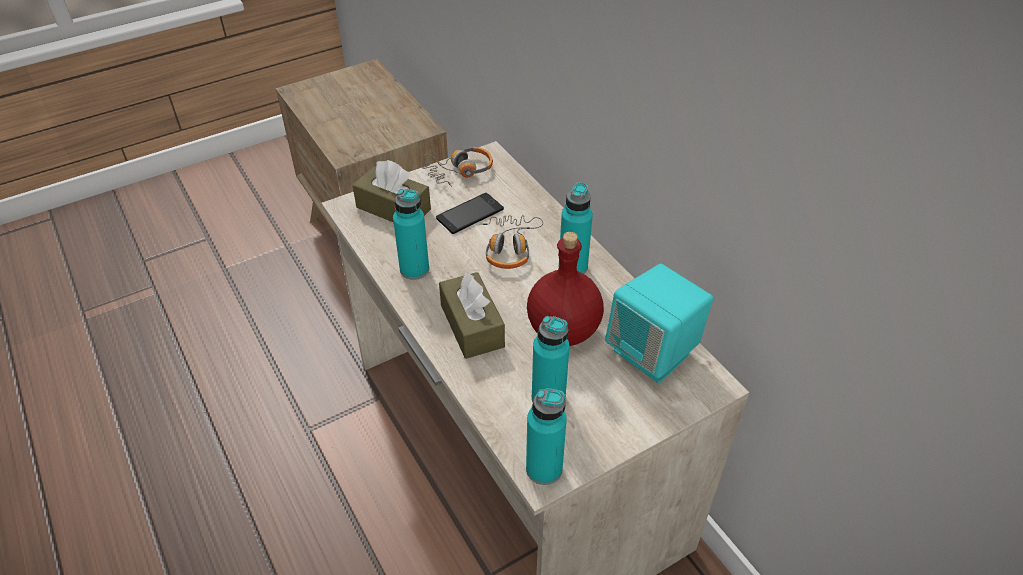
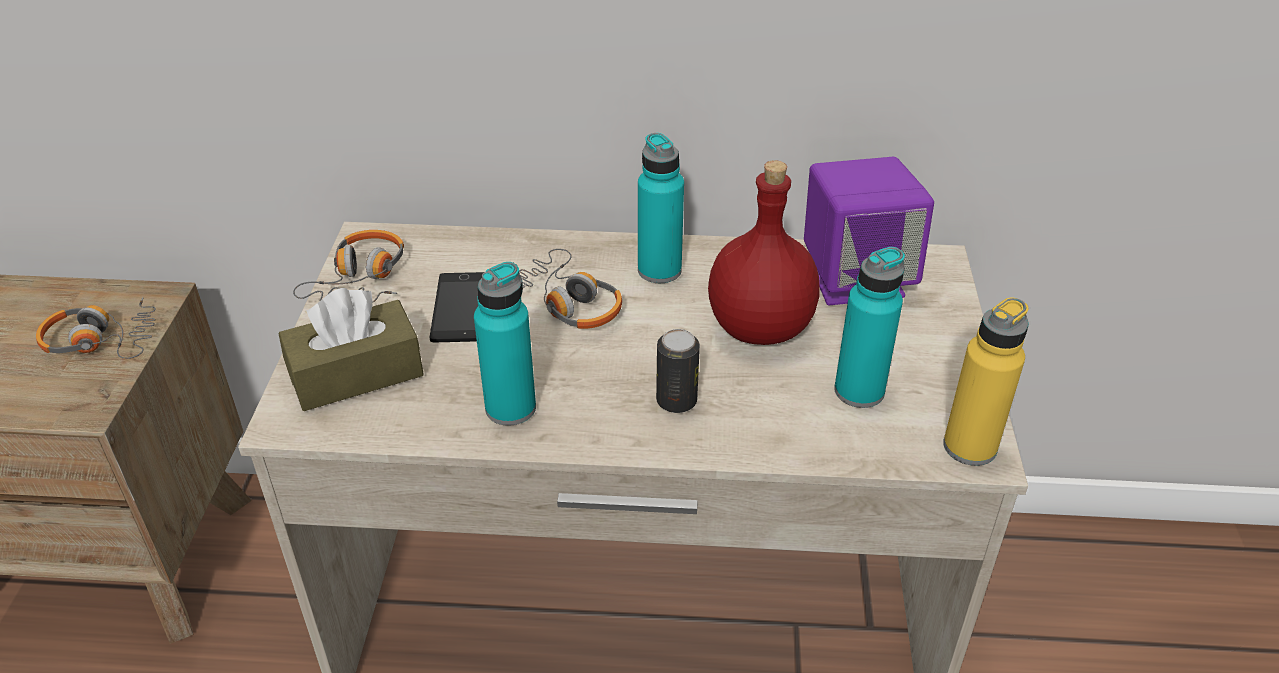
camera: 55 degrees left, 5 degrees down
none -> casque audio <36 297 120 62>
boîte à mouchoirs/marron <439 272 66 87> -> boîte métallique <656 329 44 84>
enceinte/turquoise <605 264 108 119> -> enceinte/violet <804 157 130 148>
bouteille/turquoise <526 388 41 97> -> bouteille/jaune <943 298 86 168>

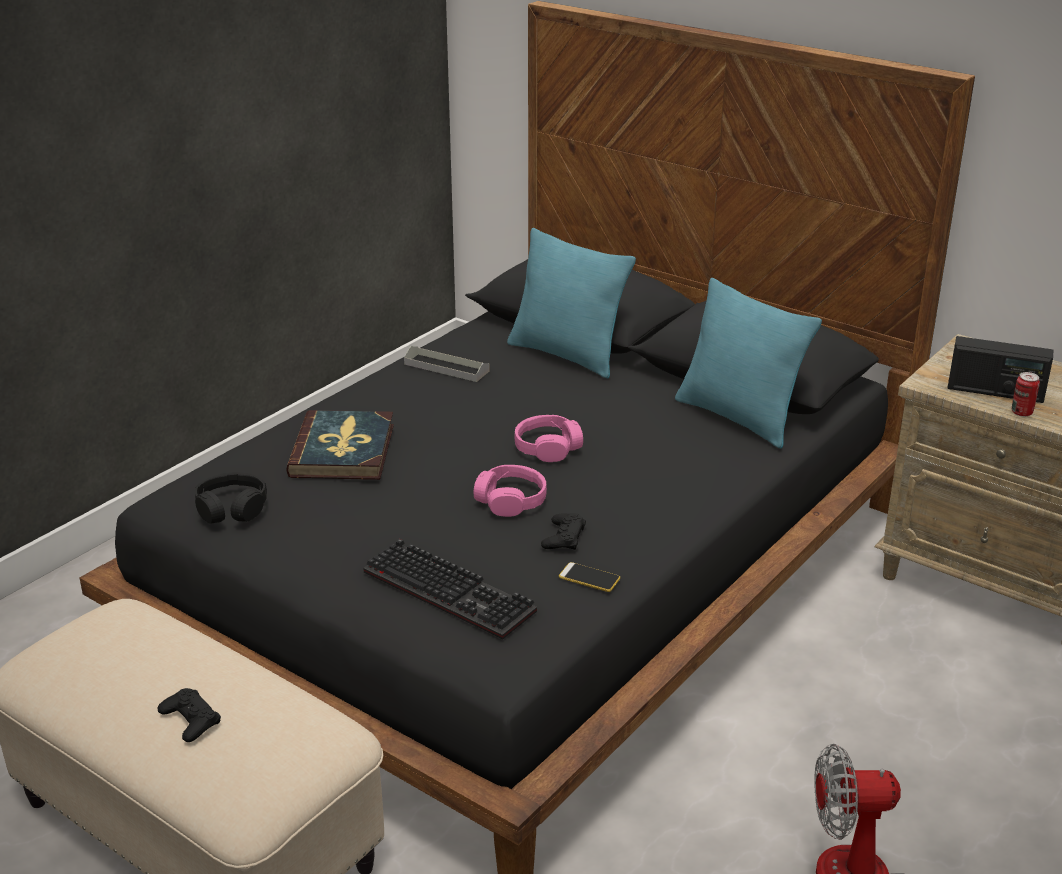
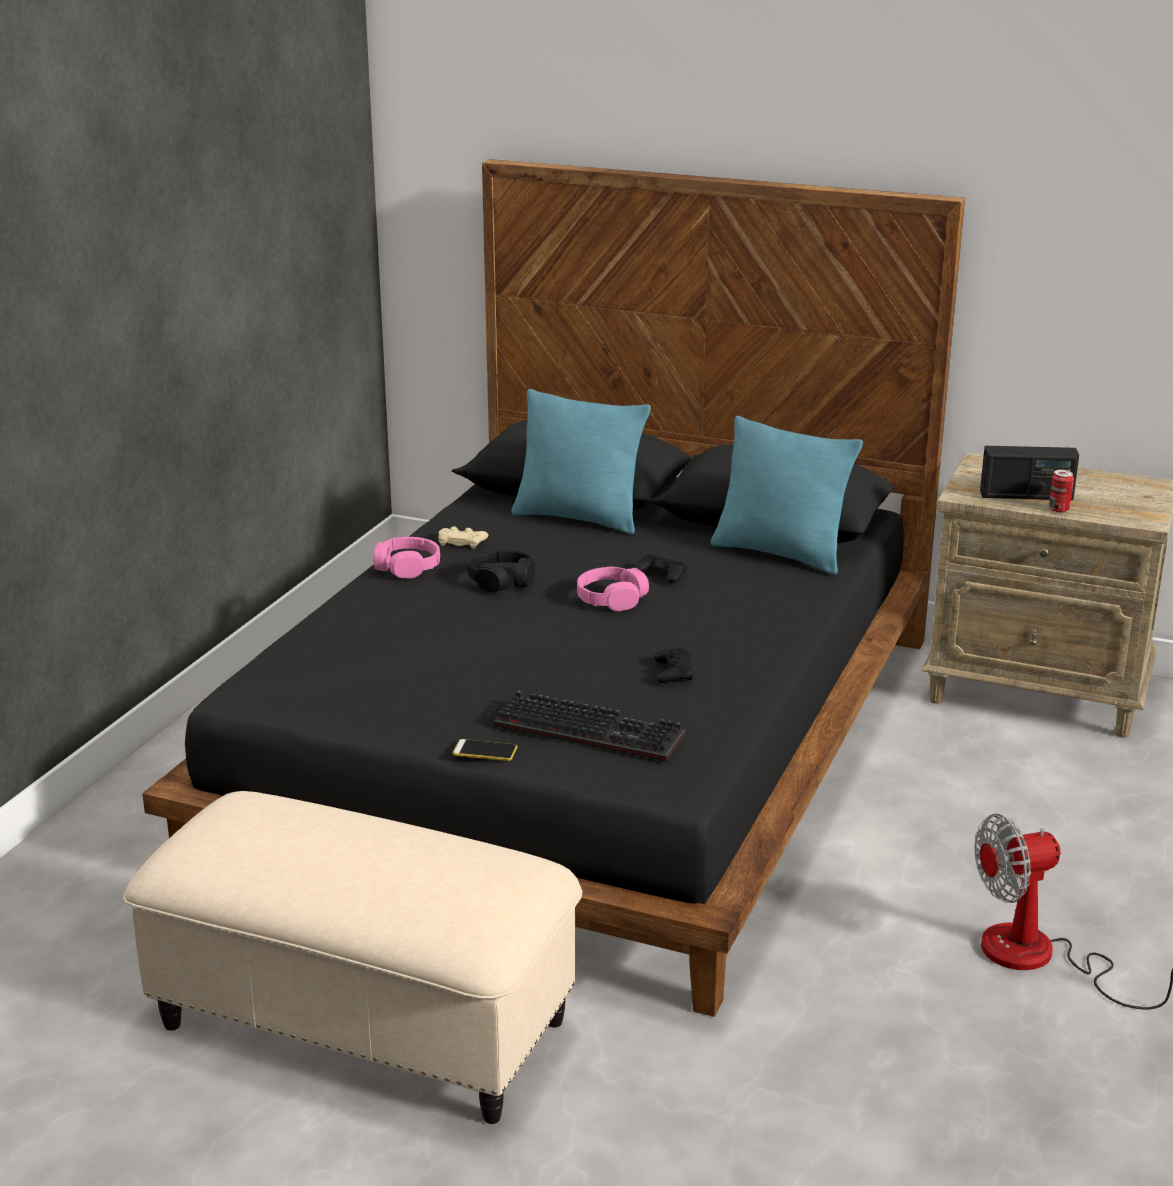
camera: 15 degrees left, 5 degrees down
casque audio/rose <474 465 73 52> -> casque audio/rose <373 537 67 42>, relocated
plateau/gris <404 346 86 36> -> manette/beige <438 526 50 23>
téléphone <559 562 61 30> -> téléphone <453 739 64 22>, relocated
casque audio/noir <195 472 72 52> -> casque audio/noir <468 550 67 42>, relocated
manette/noir <158 688 63 54> -> manette/noir <634 554 53 29>, relocated
livre <286 410 108 70> -> none

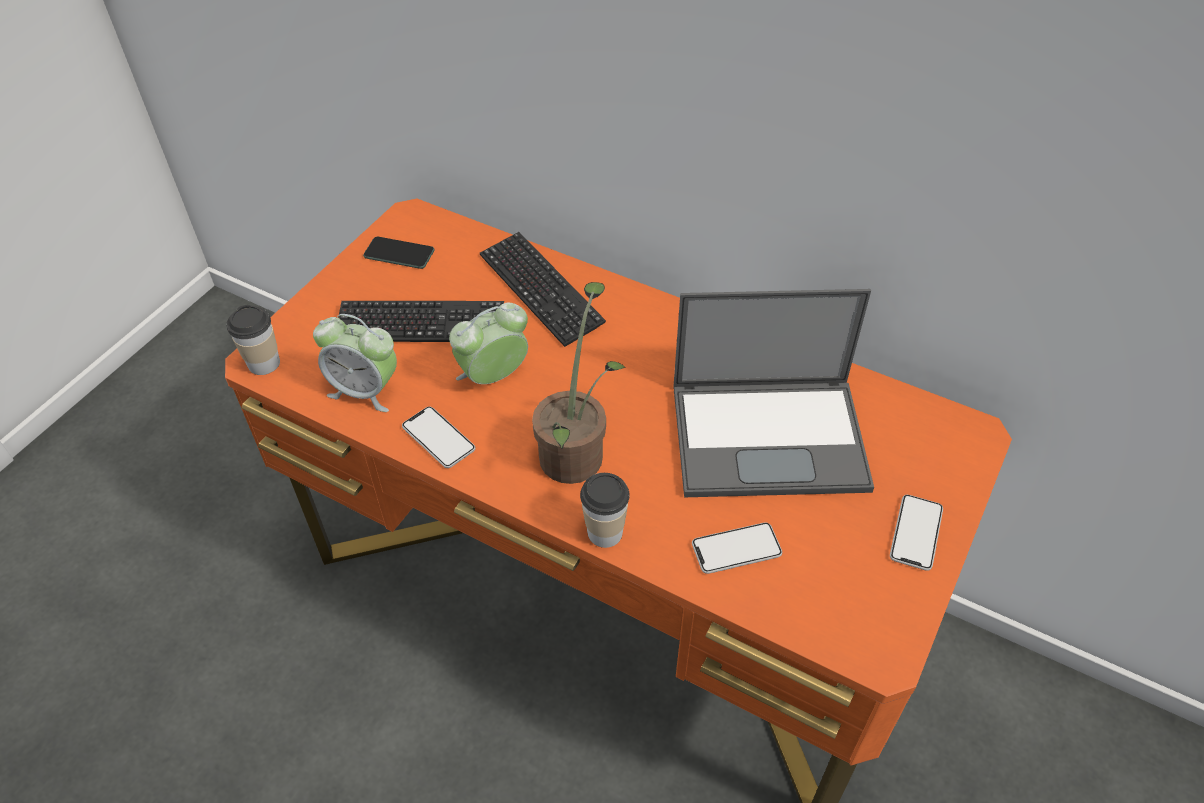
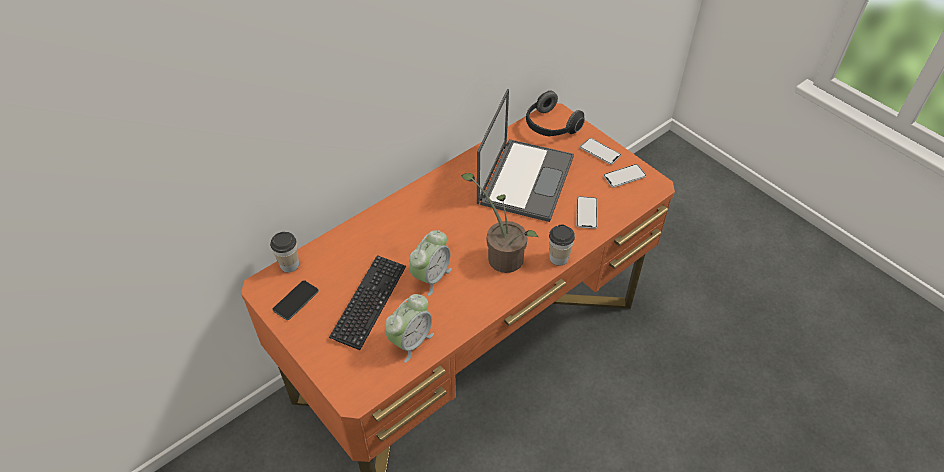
camera: 70 degrees left, 0 degrees up
tasse <227 305 53 70> -> tasse <270 232 29 41>, relocated
réveil <449 303 79 81> -> réveil <409 230 43 66>, 135 degrees counterclockwise
none -> casque audio <526 91 59 46>
téléphone <402 407 74 61> -> téléphone <603 164 43 24>, relocated
clavier <480 232 126 115> -> none

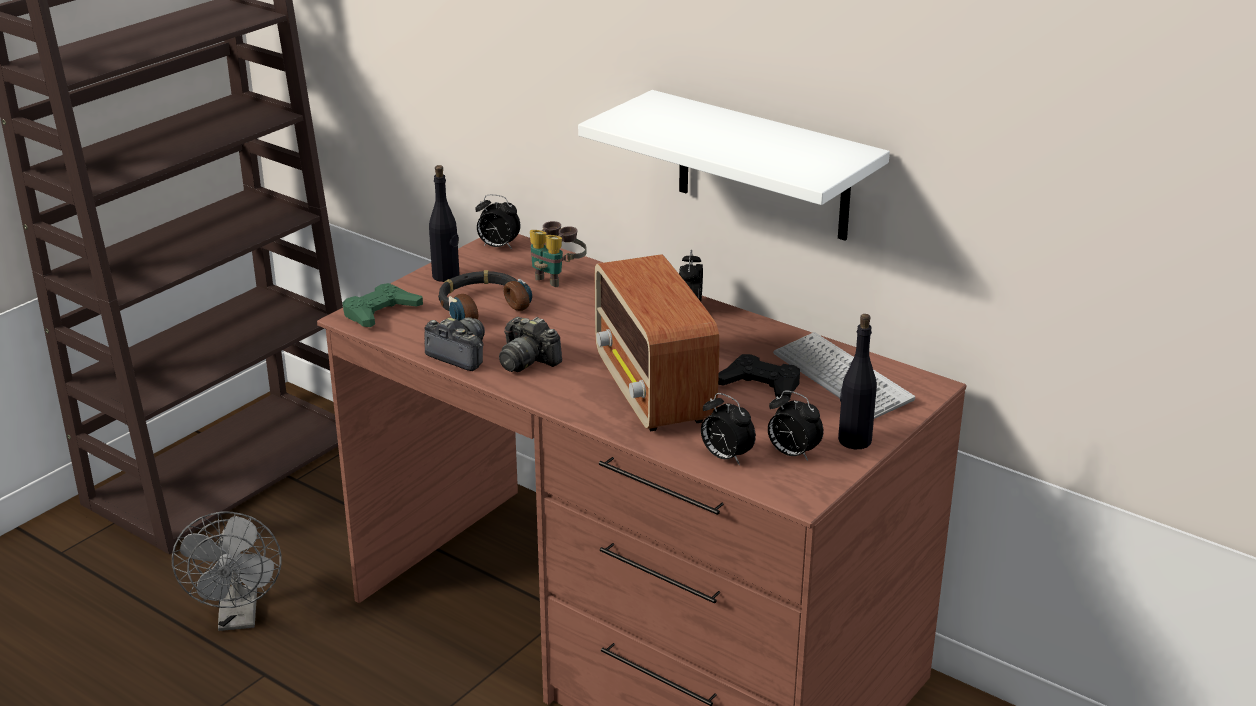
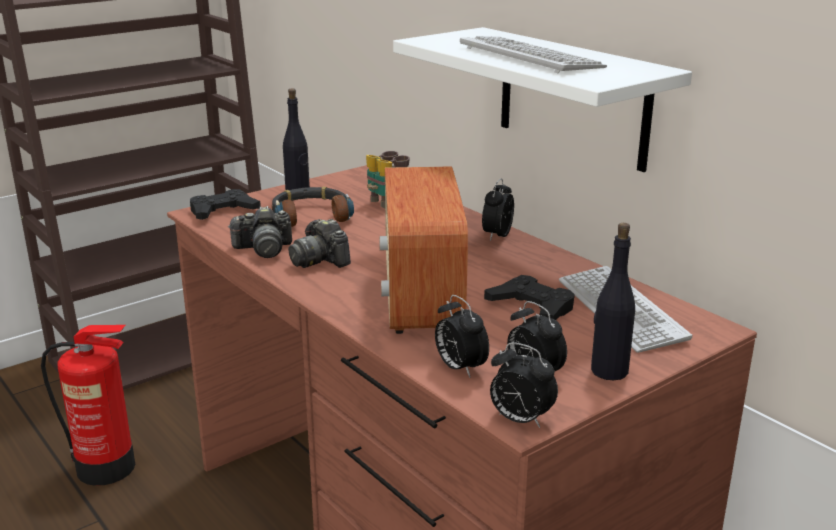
camera: 15 degrees right, 5 degrees down
ventilateur/gris <172 511 110 120> -> extincteur <41 325 94 161>
manette/vert <342 283 81 44> -> manette/noir <190 189 71 31>
appareil photo <424 317 61 54> -> appareil photo <228 206 64 52>, 120 degrees clockwise
none -> clavier <460 36 147 37>
réveil <475 194 46 55> -> réveil <490 343 68 85>, relocated

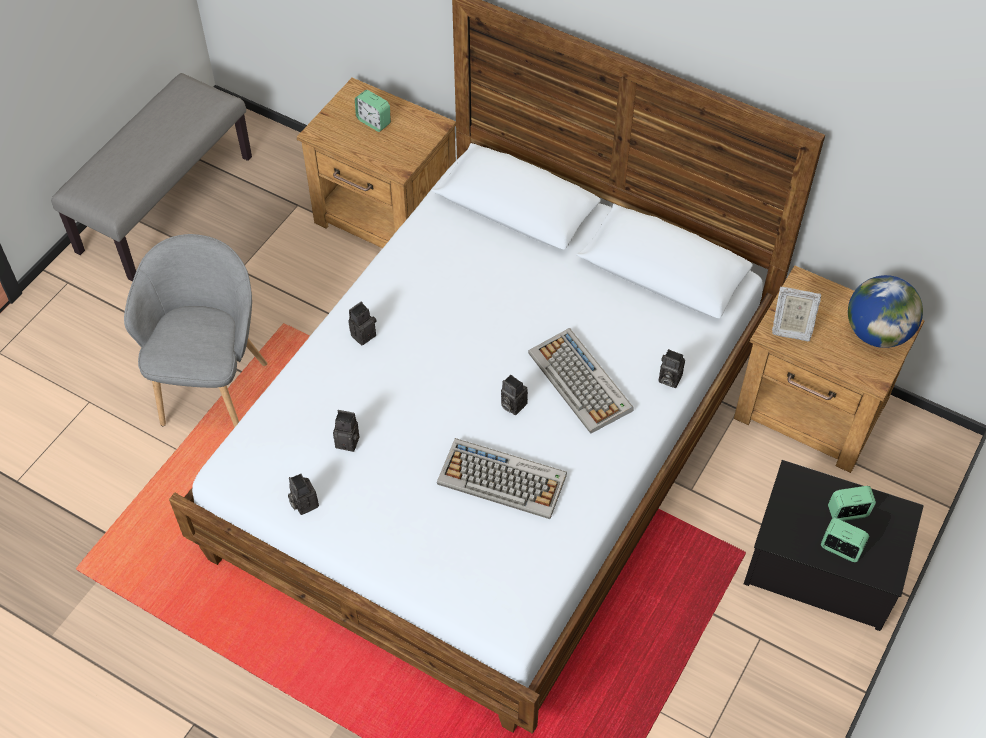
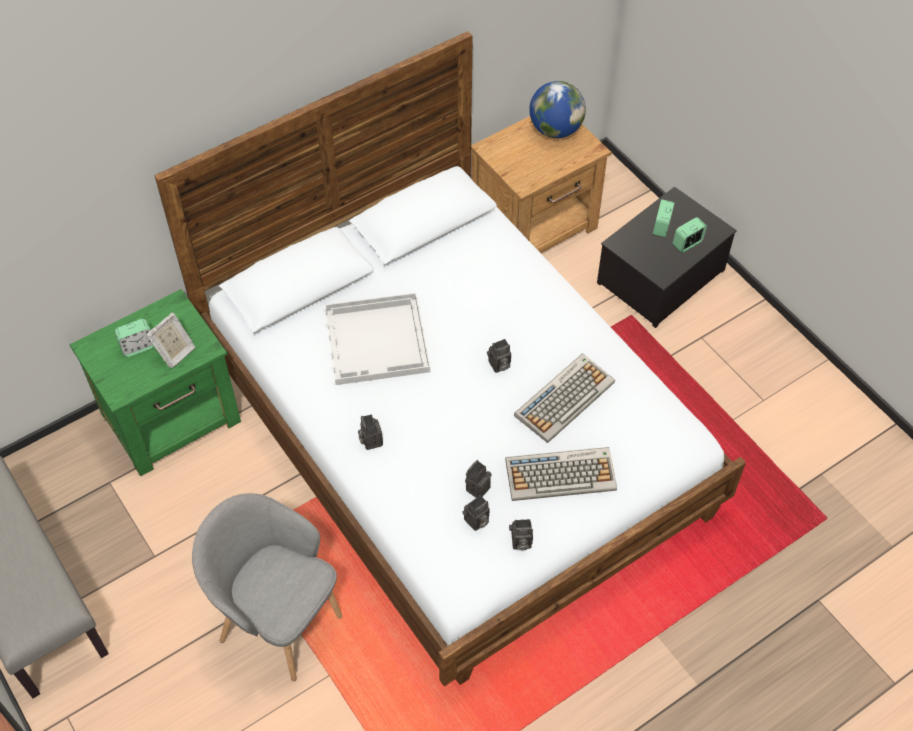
camera: 65 degrees left, 0 degrees up
table de chevet/marron <297 78 159 170> -> table de chevet/vert <70 289 171 187>
cadre photo <772 287 49 54> -> cadre photo <146 312 50 56>, relocated
none -> plateau/blanc <325 293 105 92>
appareil photo <659 349 26 39> -> appareil photo <462 495 28 36>, relocated
clavier <528 328 106 106> -> clavier <505 447 112 54>, relocated

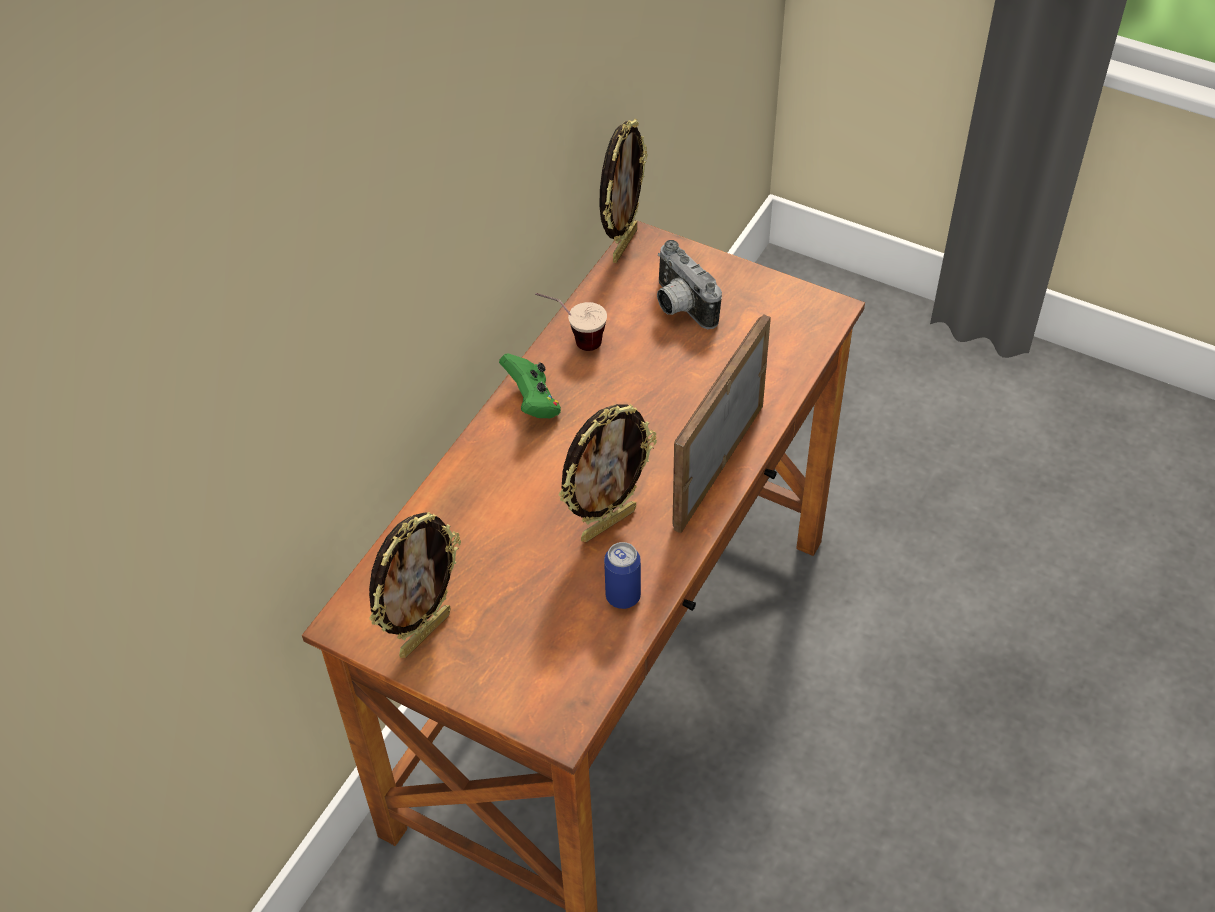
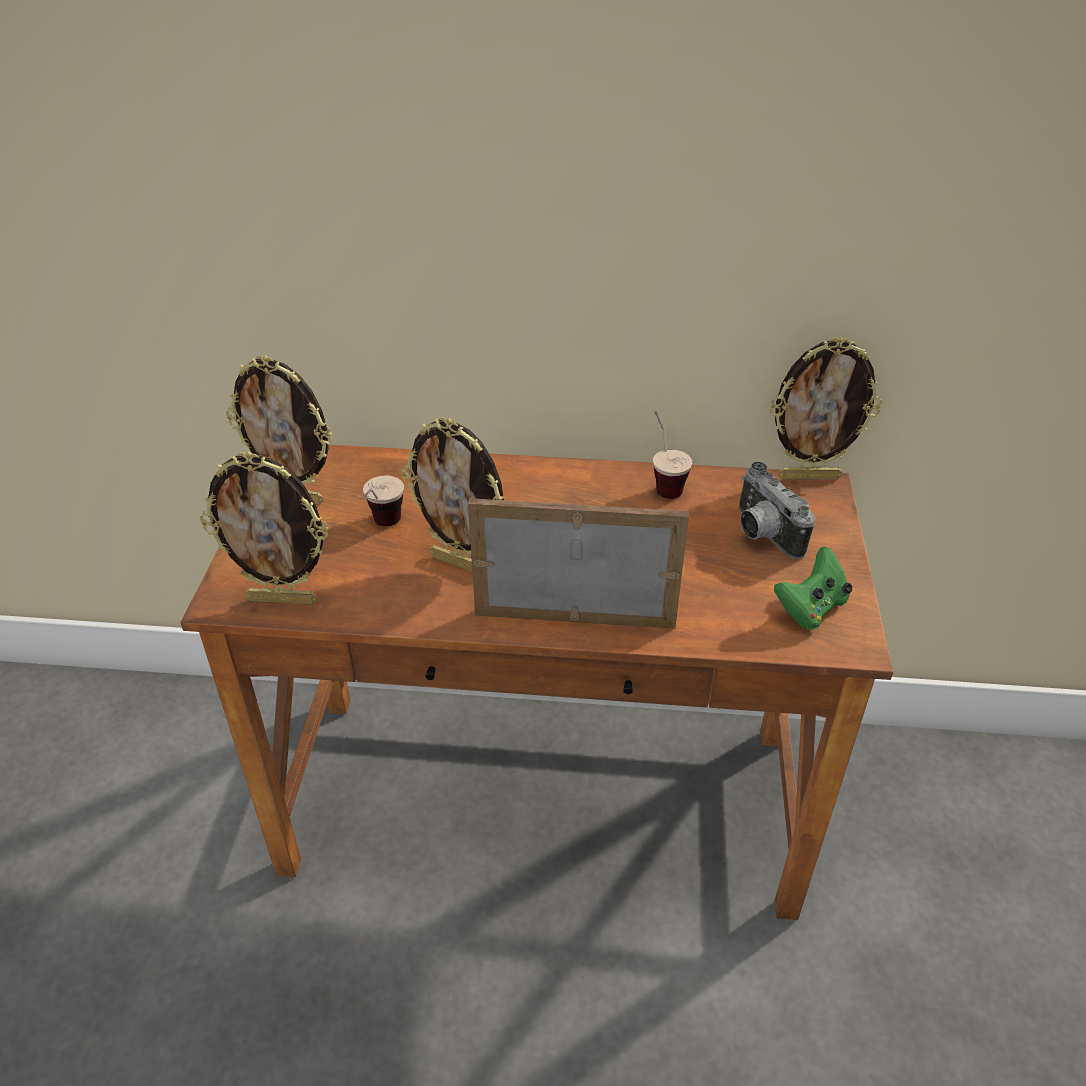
camera: 65 degrees right, 10 degrees down
none -> cadre photo <200 451 129 154>
none -> tasse <361 476 43 50>
appareil photo <657 240 65 89> -> appareil photo <739 462 76 97>, 60 degrees counterclockwise
manette/vert <499 353 62 65> -> manette/vert <774 546 78 84>, relocated
boîte métallique <604 542 37 67> -> none

